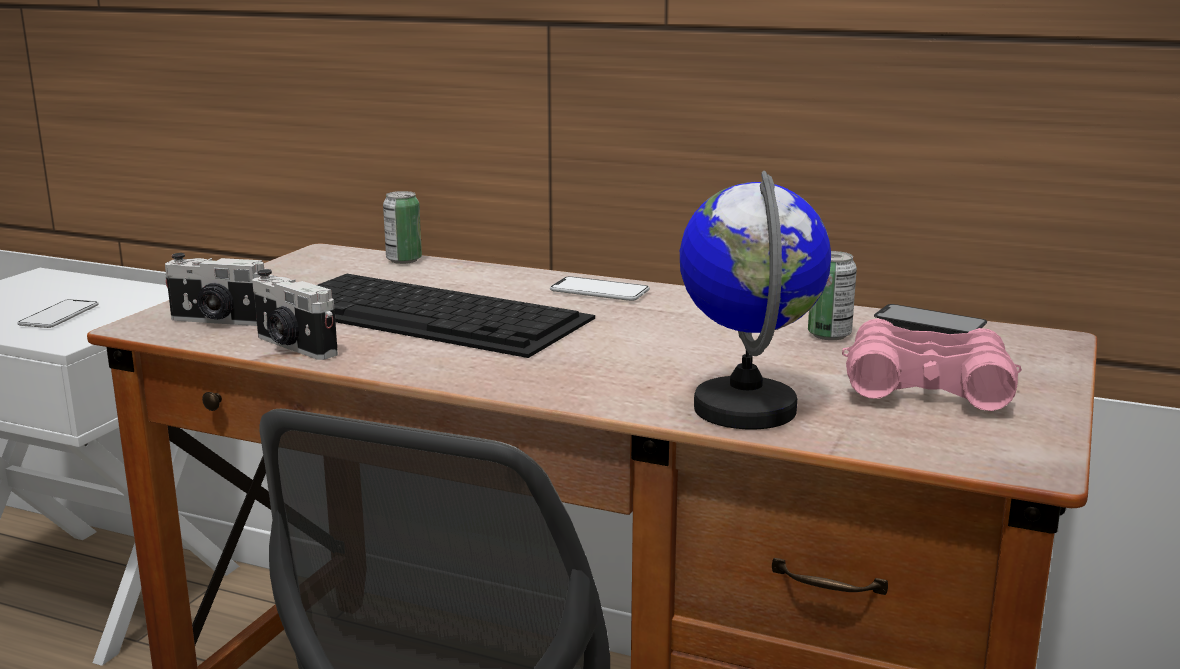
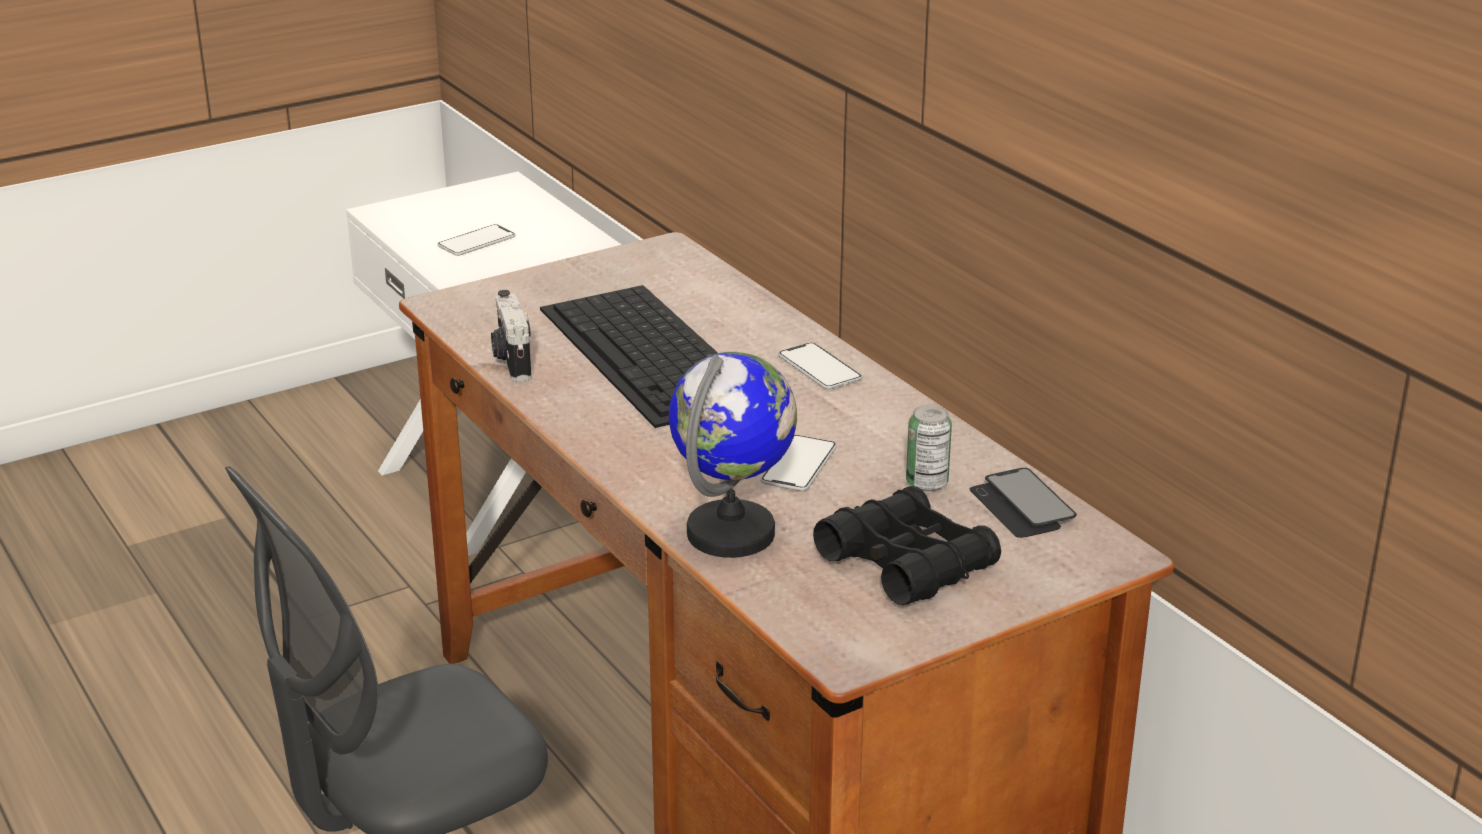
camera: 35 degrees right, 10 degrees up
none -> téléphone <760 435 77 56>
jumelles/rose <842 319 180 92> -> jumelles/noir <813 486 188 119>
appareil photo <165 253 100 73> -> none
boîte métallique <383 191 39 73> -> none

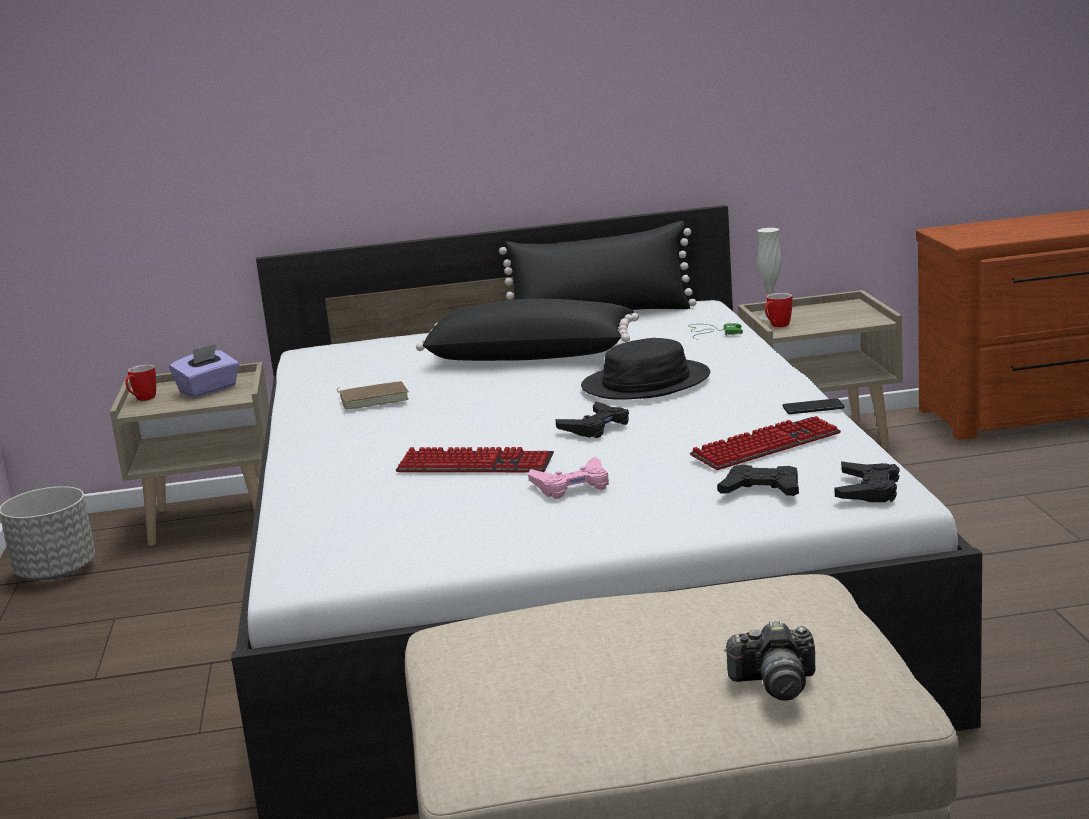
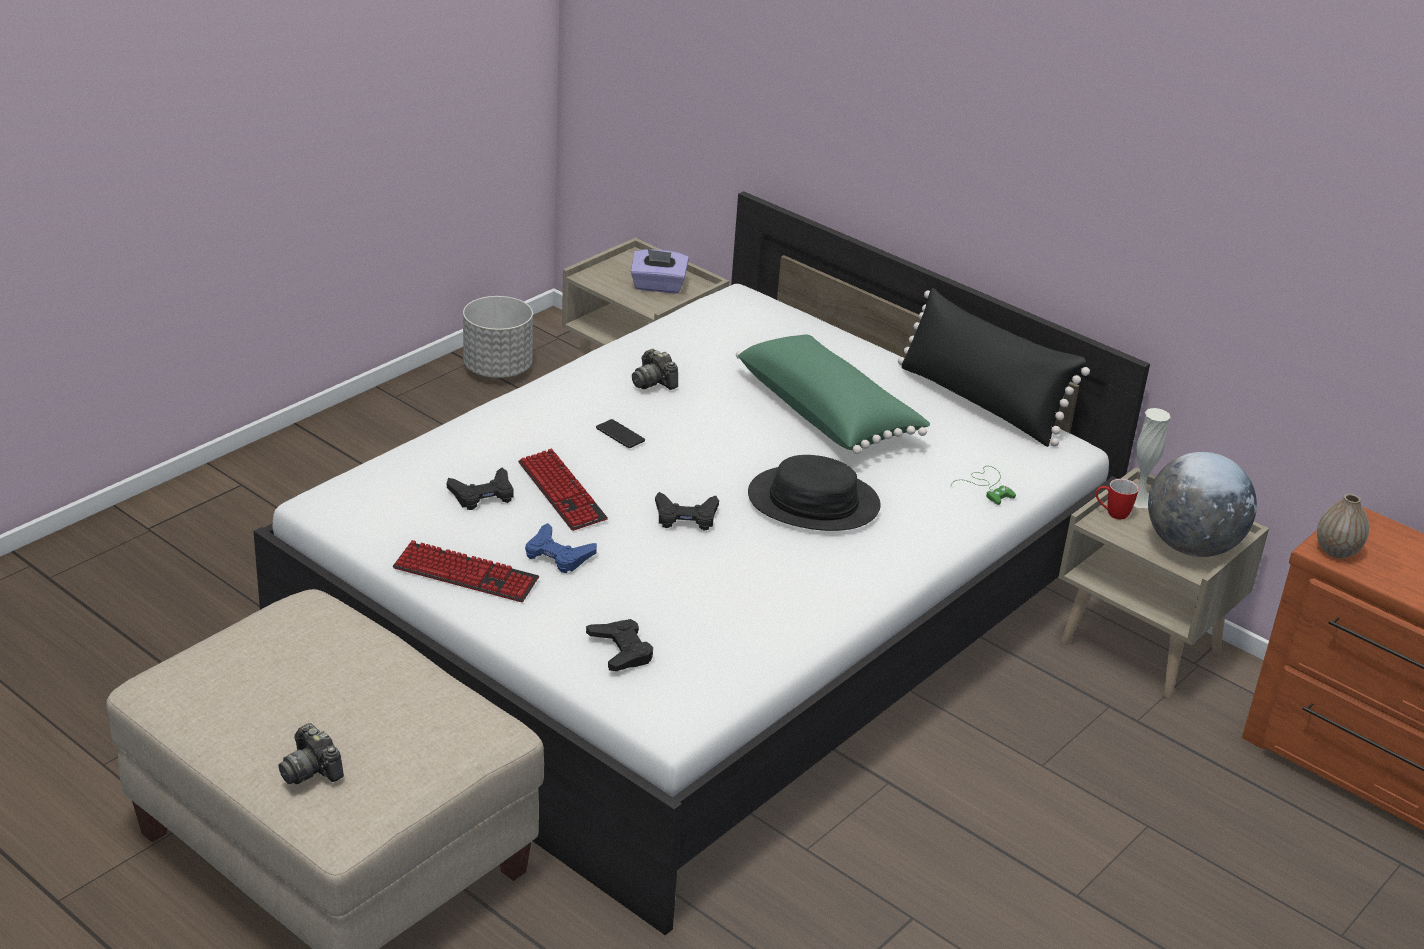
camera: 45 degrees right, 15 degrees up
clavier <690 416 151 54> -> clavier <393 540 146 62>, relocated
manette/noir <835 461 65 41> -> manette/noir <447 468 66 42>, relocated
manette/rose <528 457 81 42> -> manette/bleu <525 523 72 50>
téléphone <782 398 63 16> -> téléphone <596 419 49 29>, relocated
livre/marron <337 381 72 29> -> appareil photo <632 349 46 41>
coussin/noir <416 299 223 62> -> coussin/vert <736 335 194 119>
none -> globe <1148 452 109 105>
none -> vase <1317 494 52 64>
mug <125 365 31 36> -> none

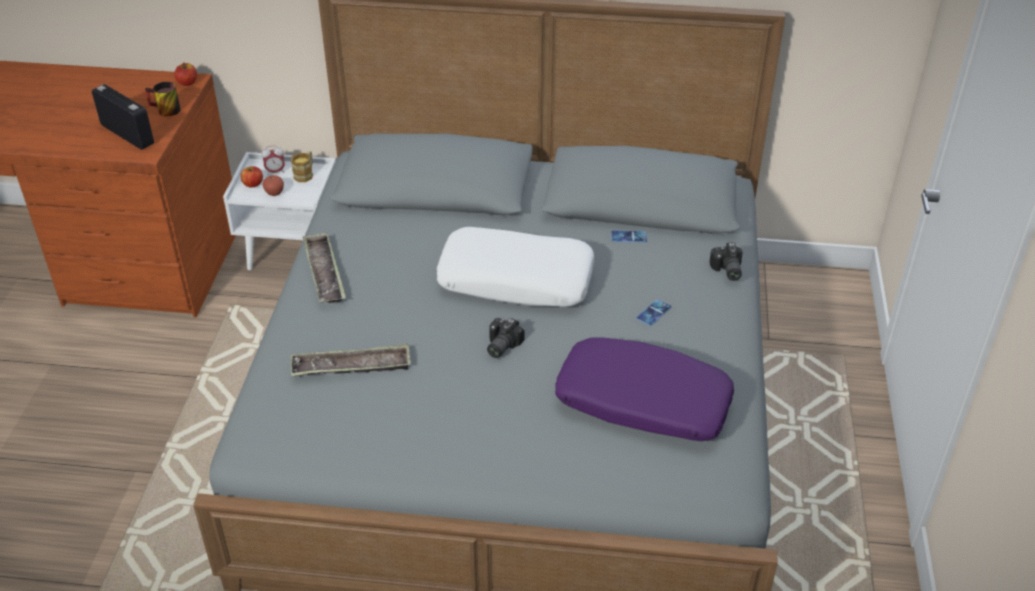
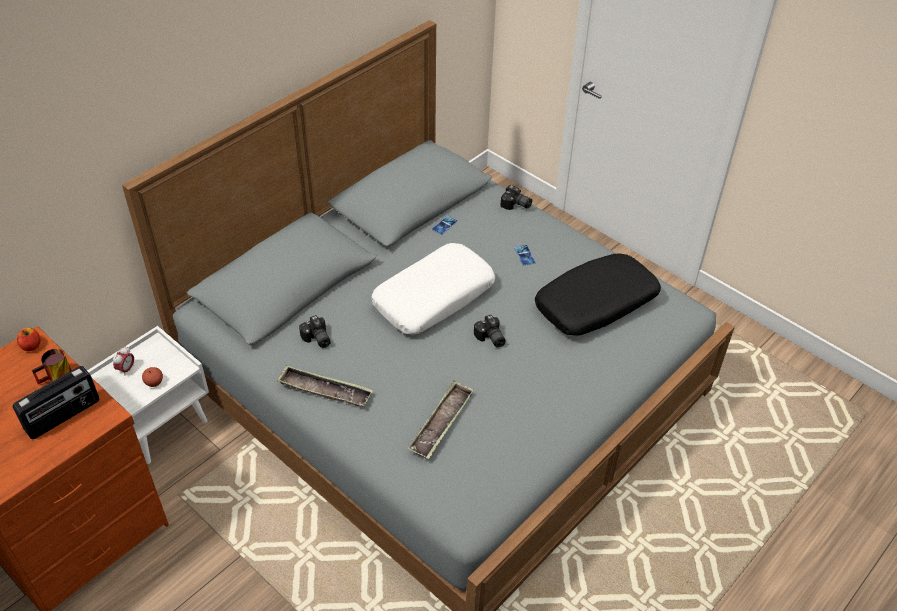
camera: 55 degrees left, 5 degrees up
radio <92 84 62 66> -> radio <13 366 86 73>, 150 degrees clockwise
none -> appareil photo <299 315 32 33>
coussin/violet <555 337 179 104> -> coussin/noir <535 253 126 83>
pomme <241 166 22 21> -> none
mug <291 151 22 31> -> none

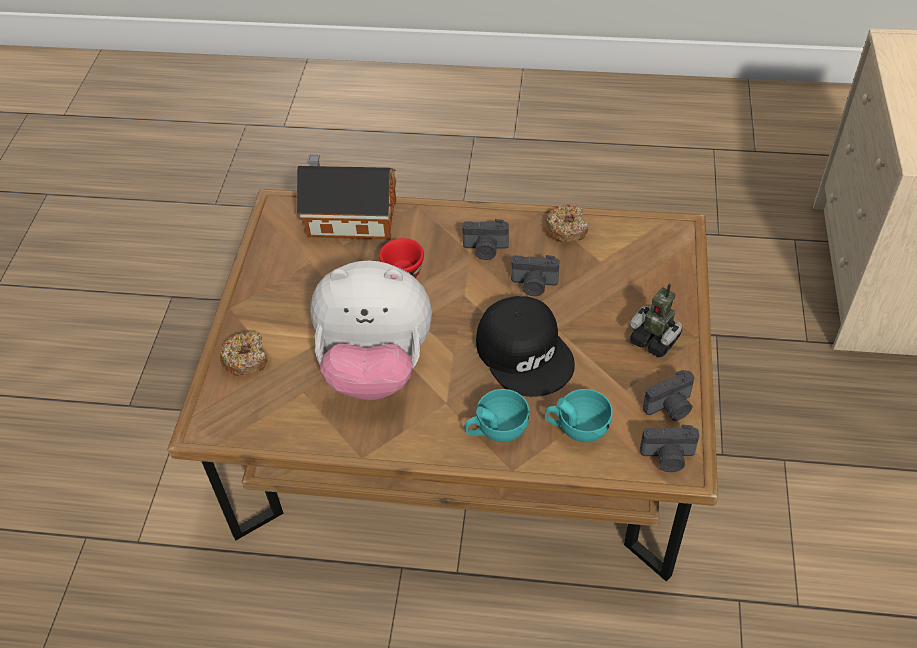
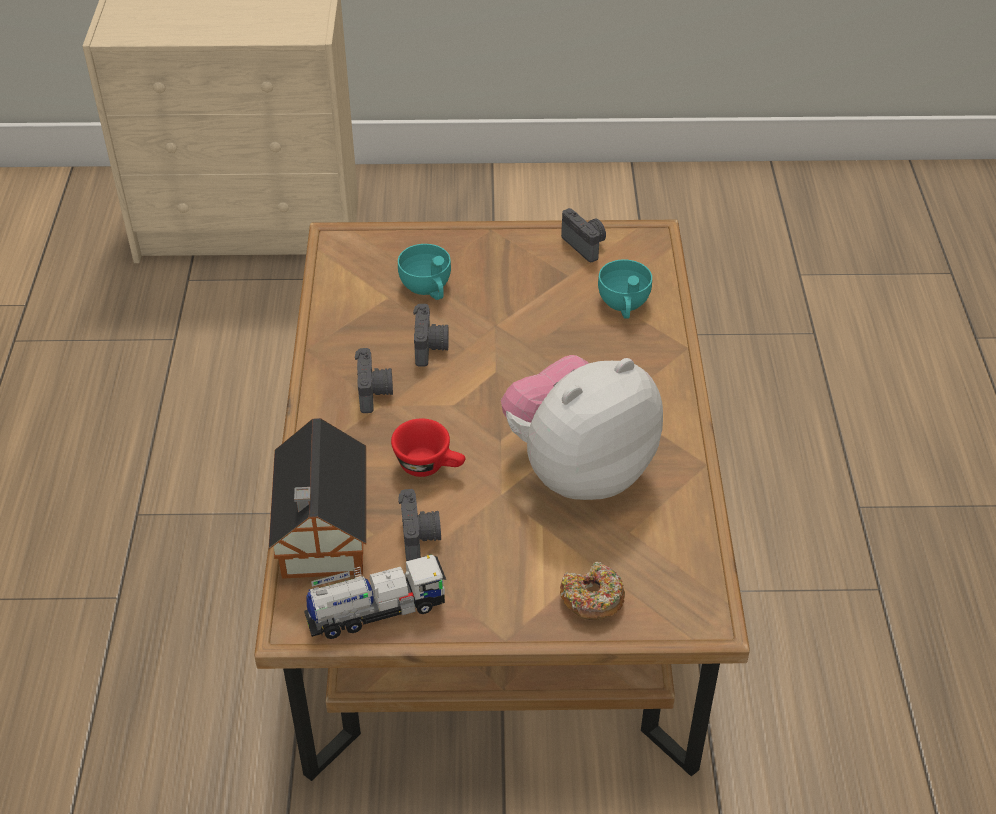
camera: 100 degrees left, 5 degrees down
none -> camion jouet <304 554 142 85>
tasse/turquoise <464 389 65 53> -> tasse/turquoise <398 244 53 56>, relocated
appareil photo <640 425 59 47> -> appareil photo <398 489 43 72>, relocated
peluche <310 261 122 139> -> peluche <501 355 162 145>, 120 degrees counterclockwise
casquette/noir <476 296 99 101> -> none
beignet <545 205 43 37> -> none
robot jouet <630 283 52 74> -> none

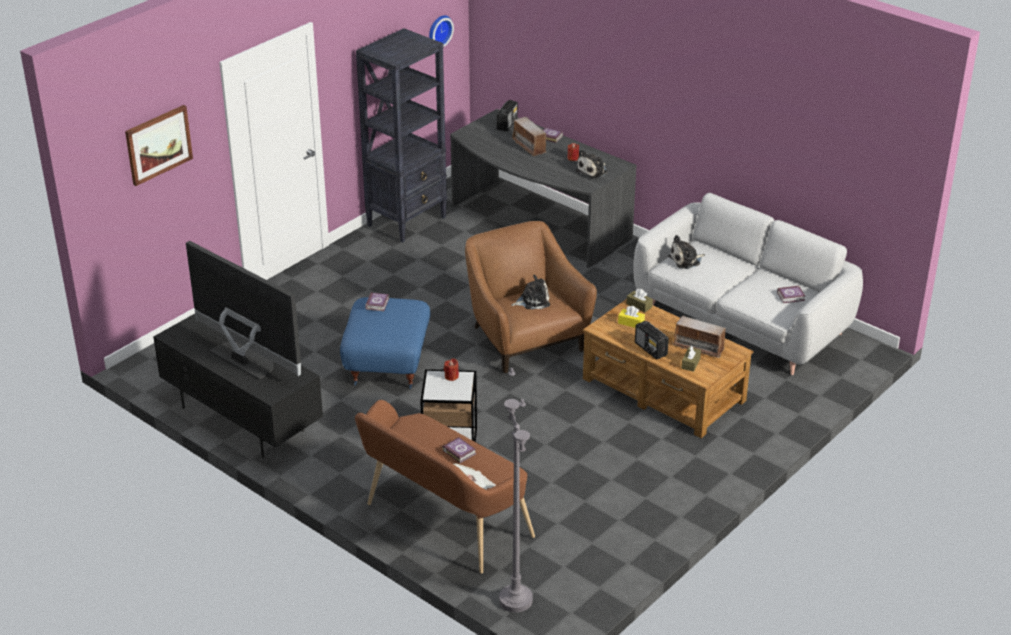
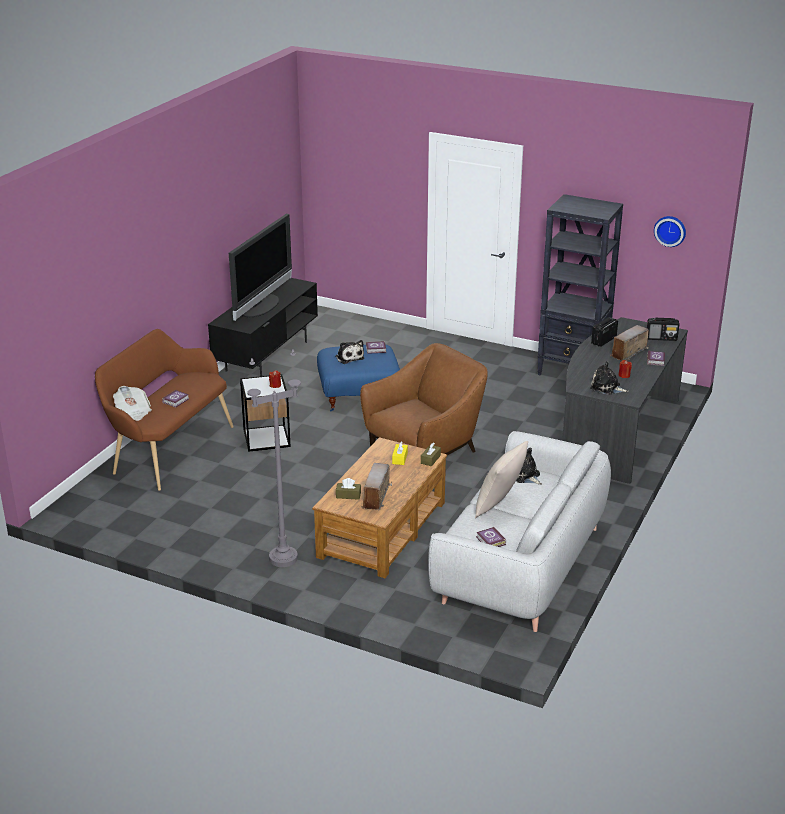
camera: 75 degrees right, 5 degrees down
lampadaire/gris <499 368 34 245> -> lampadaire/gris <247 349 54 218>, relocated
peluche <511 275 39 34> -> peluche <335 340 29 24>, relocated
none -> coussin/beige <475 441 53 77>
radio <635 321 34 38> -> radio <591 317 27 30>, relocated
tableau <125 105 68 81> -> none

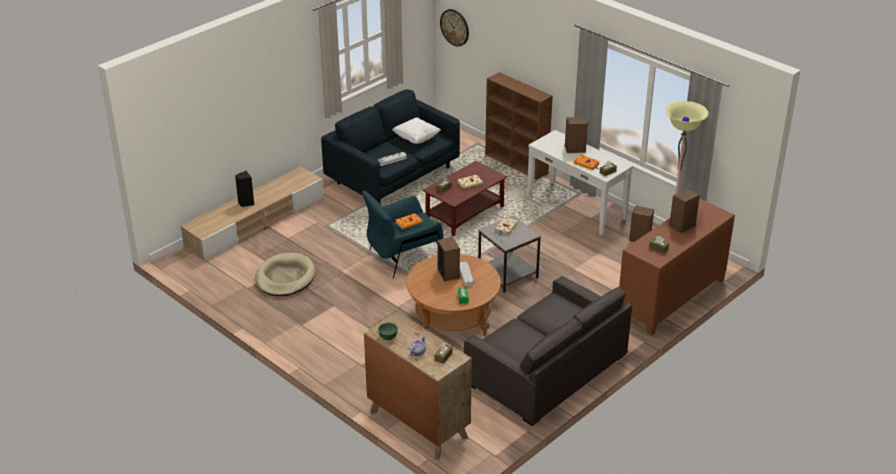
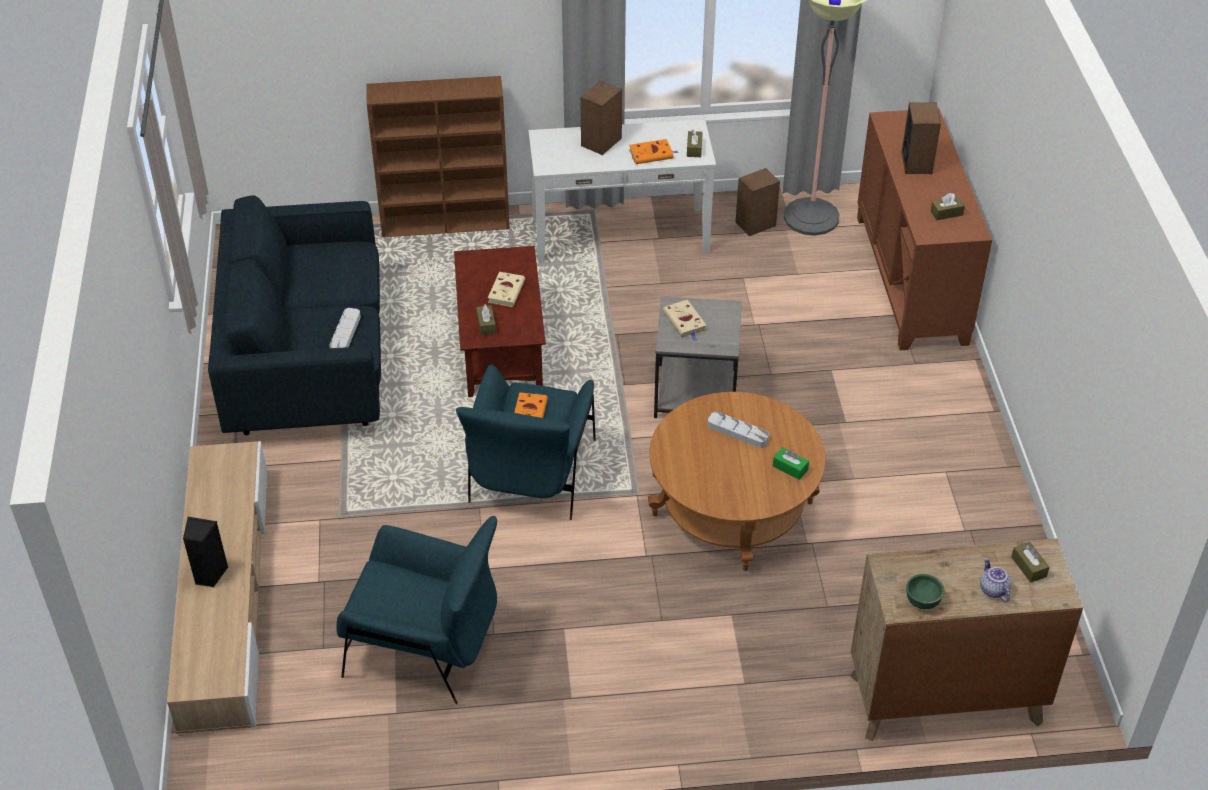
camera: 50 degrees left, 10 degrees up
panier pour chien/beige <256 253 59 43> -> fauteuil/bleu <336 516 161 188>
coussin/blanc <392 117 49 27> -> none
enceinte <437 237 23 44> -> none
horloge murale <440 9 29 38> -> none
canapé/gris <464 276 168 150> -> none

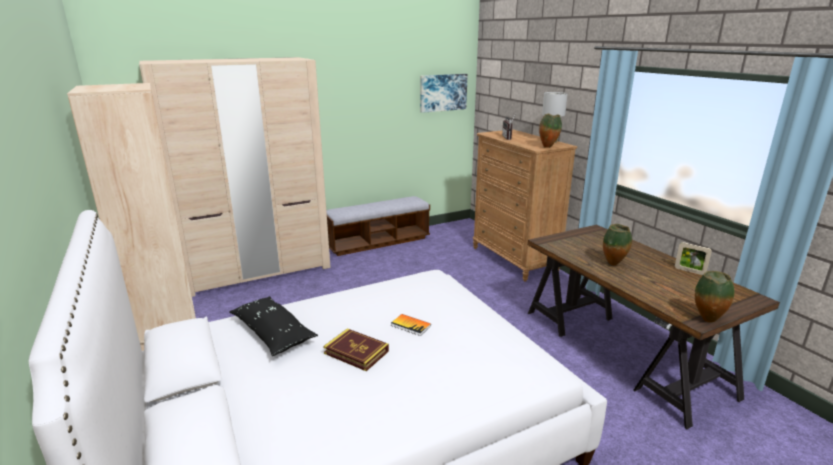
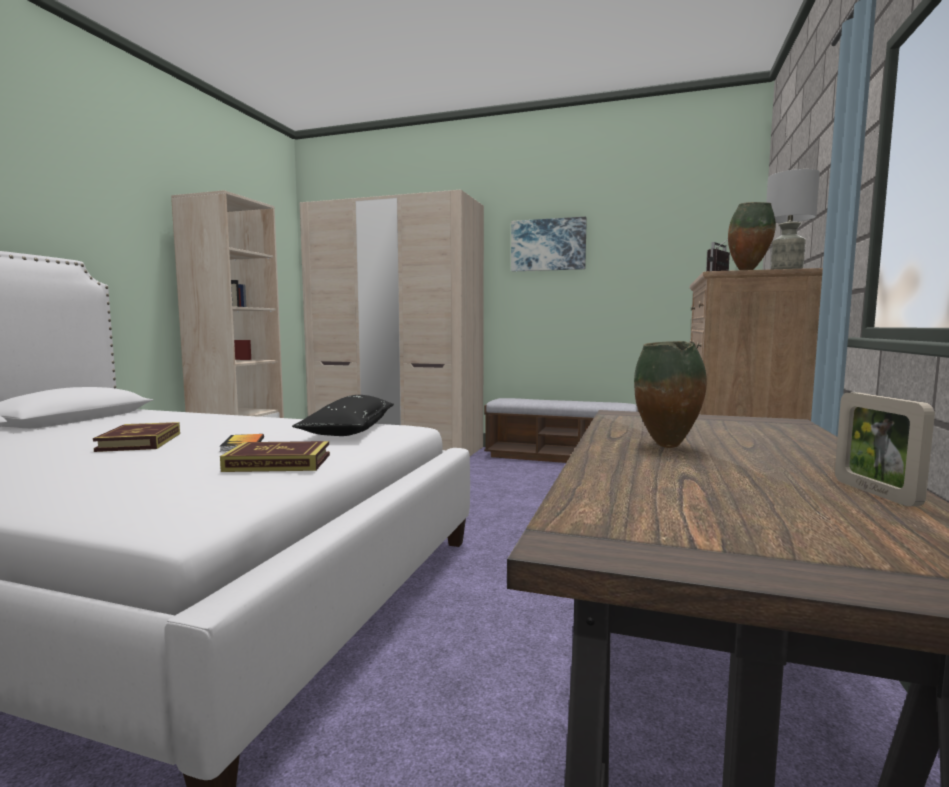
camera: 45 degrees right, 15 degrees down
none -> livre <220 441 110 31>
coussin/noir <229 296 89 60> -> coussin/noir <292 395 102 41>, relocated
tableau <420 74 48 39> -> tableau <511 217 76 54>, relocated
vase <695 271 40 52> -> none

